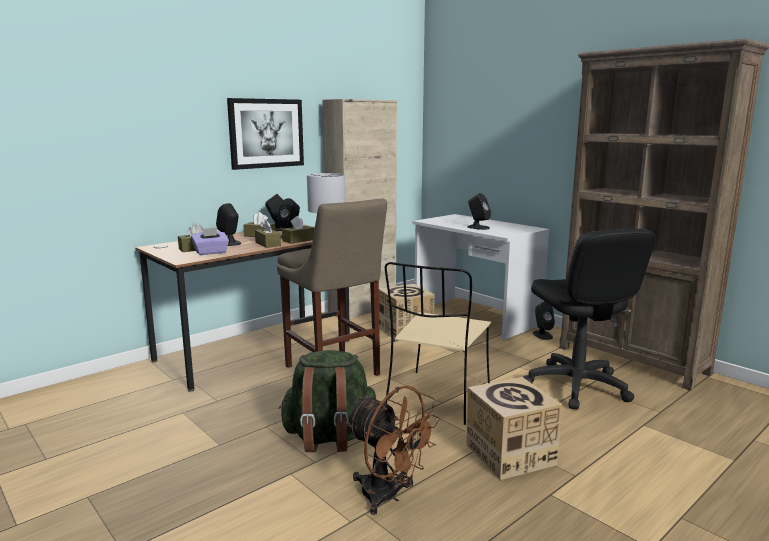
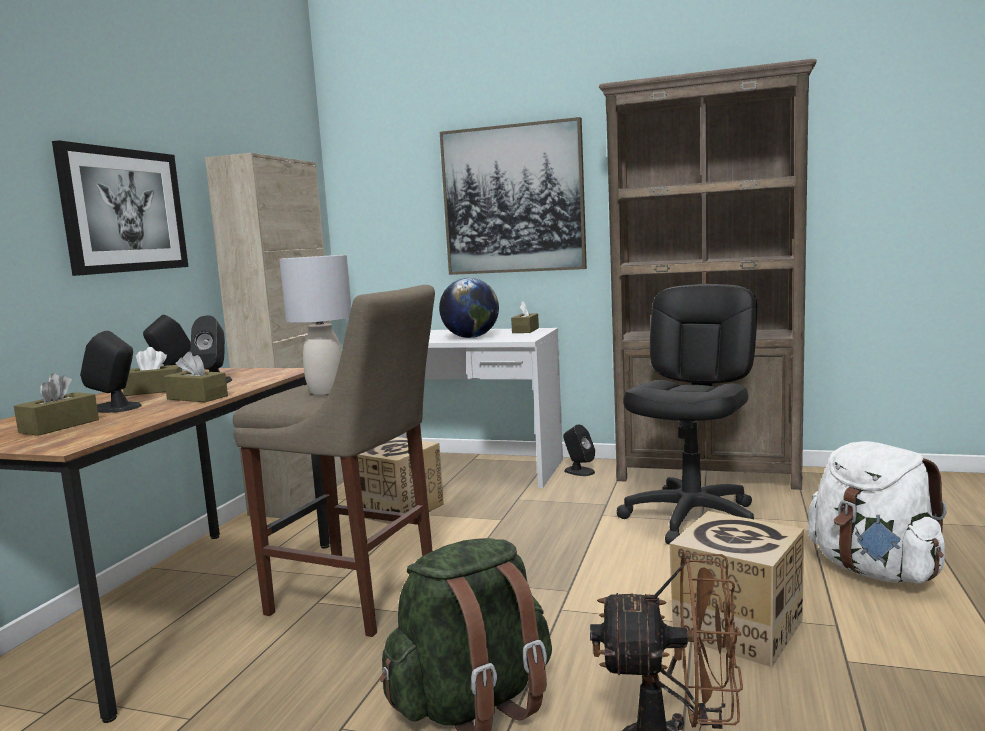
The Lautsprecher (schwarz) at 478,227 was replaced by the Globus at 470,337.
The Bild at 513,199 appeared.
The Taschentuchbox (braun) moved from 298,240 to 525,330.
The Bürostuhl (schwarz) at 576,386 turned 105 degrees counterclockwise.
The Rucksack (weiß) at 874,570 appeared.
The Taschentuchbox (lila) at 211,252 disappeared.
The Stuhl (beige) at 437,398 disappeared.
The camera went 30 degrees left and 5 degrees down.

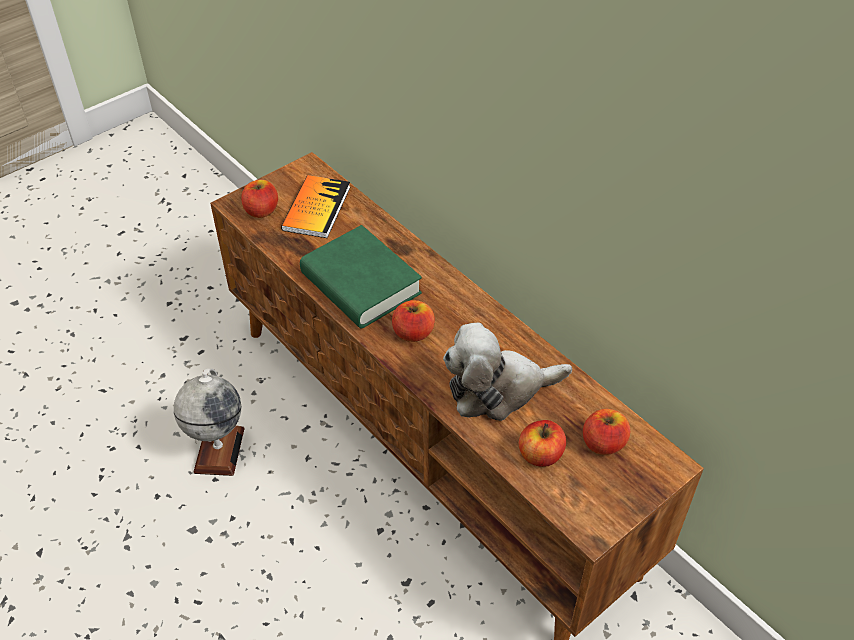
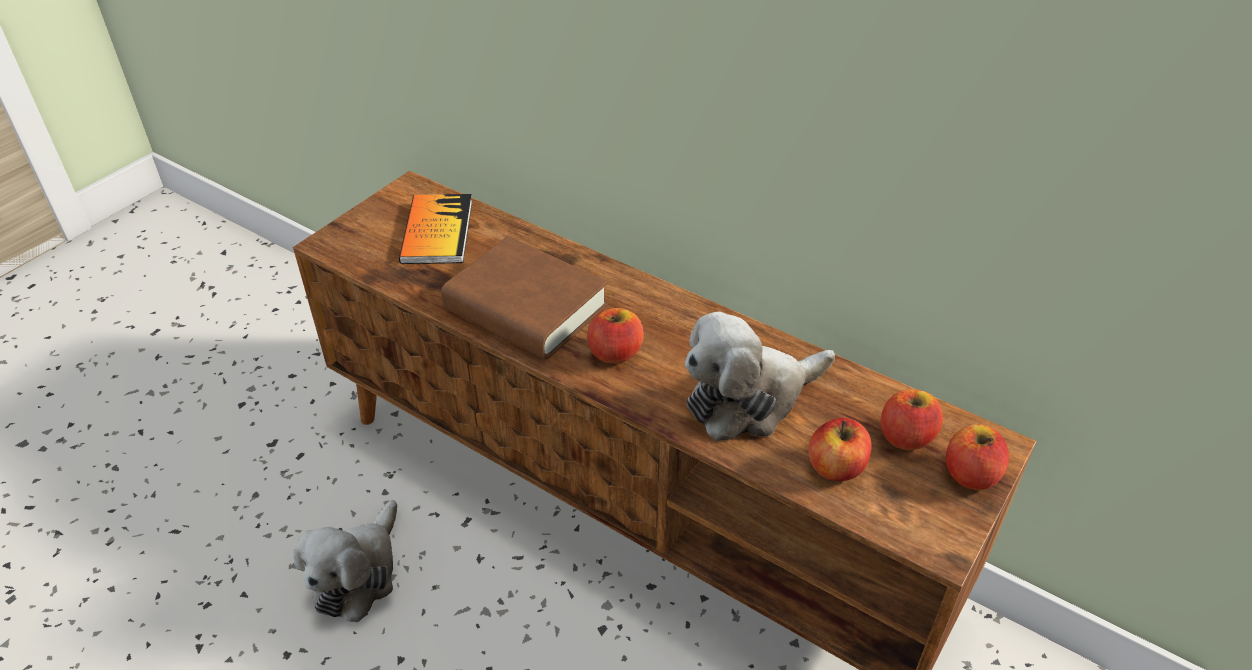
The Globus at 219,449 was replaced by the Plüschtier at 358,573.
The Buch (grün) at 361,284 became the Buch (braun) at 526,308.
The Apfel moved from 261,211 to 970,474.
The camera went 15 degrees left and 5 degrees down.

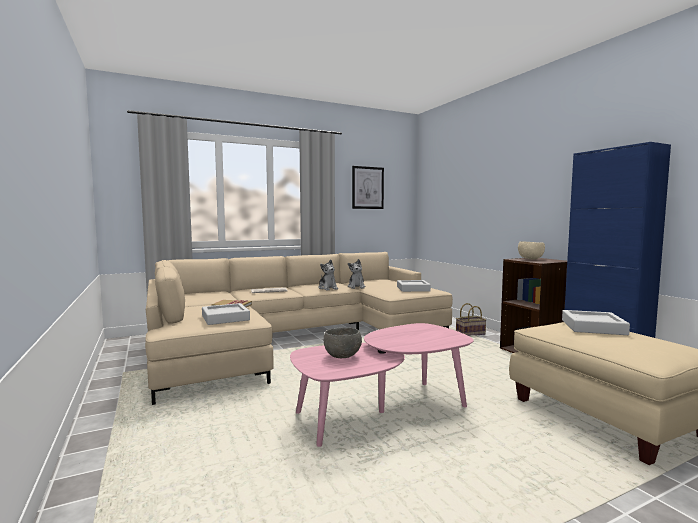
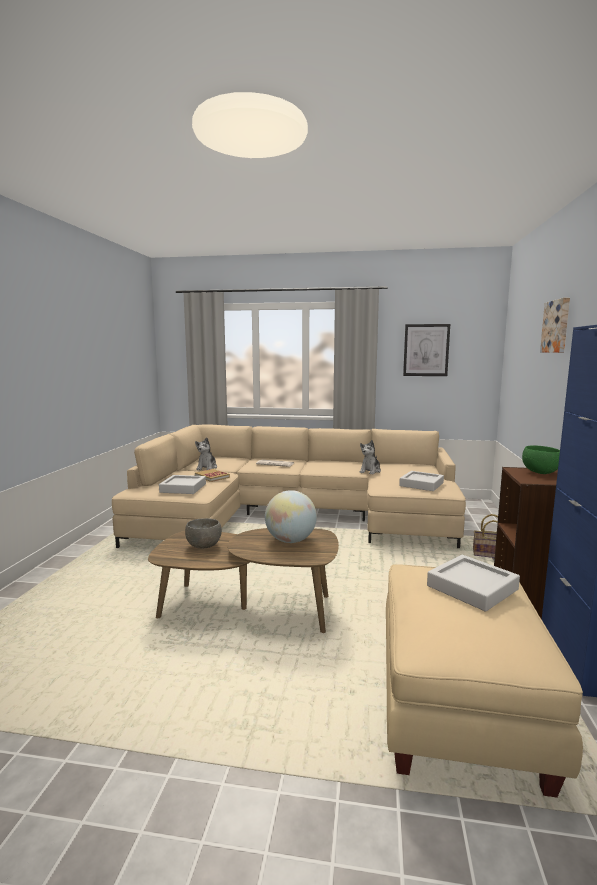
The Couchtisch (rosa) at 382,411 became the Couchtisch (braun) at 247,608.
The Plüschtier moved from 328,288 to 207,468.
The Globus at 290,541 appeared.
The Schüssel (beige) at 531,259 became the Schüssel (grün) at 540,473.
The Bild at 557,326 appeared.
The camera went 35 degrees right and 5 degrees up.

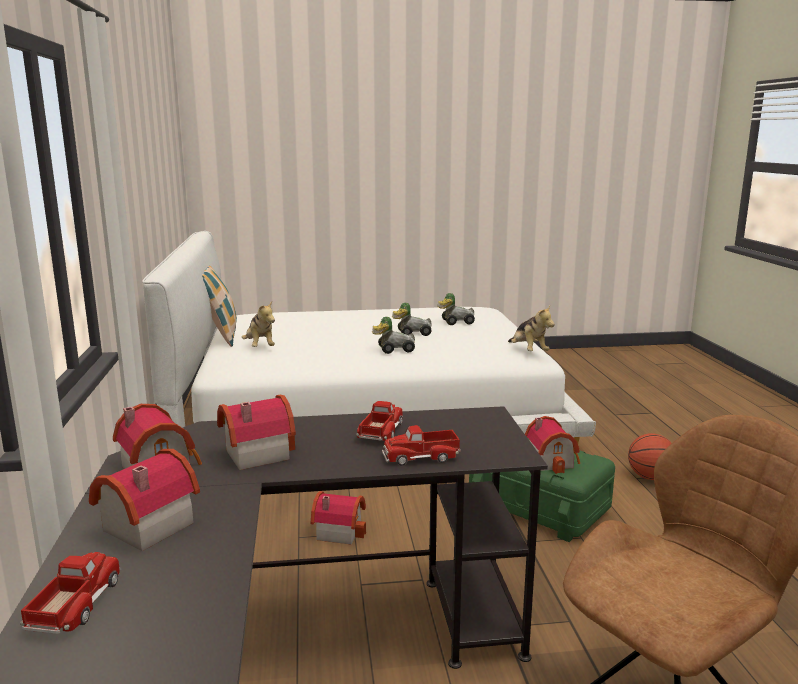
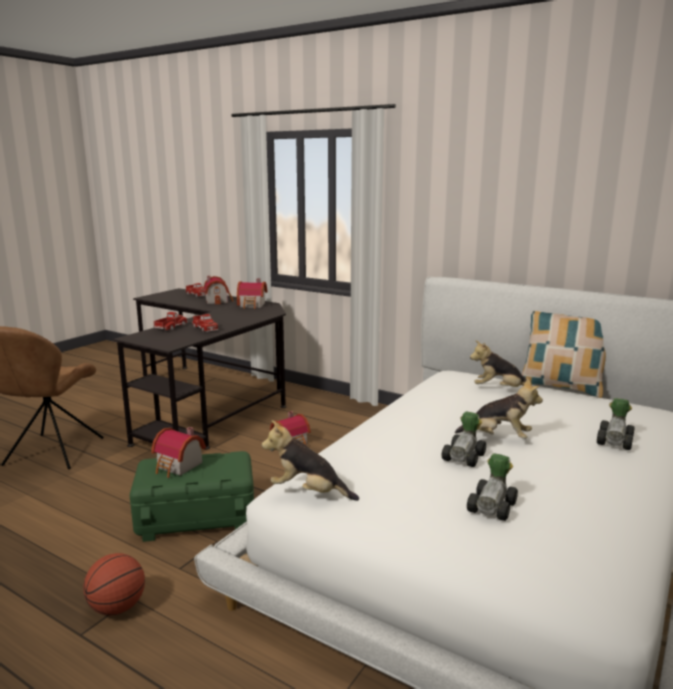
The Plüschtier at 498,437 appeared.
The Spielzeugauto moved from 393,349 to 616,440.
The Spielzeughaus at 254,453 disappeared.
The camera went 130 degrees right and 0 degrees up.

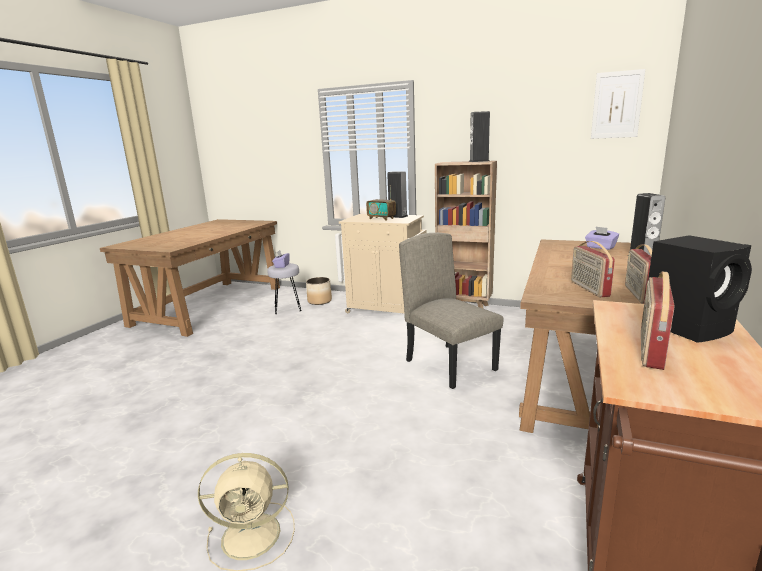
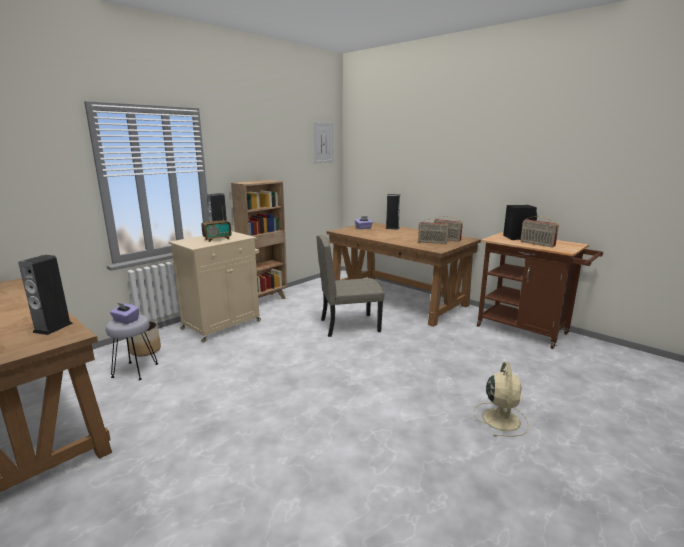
The Lautsprecher moved from 479,161 to 53,327.
The camera went 70 degrees left and 0 degrees up.

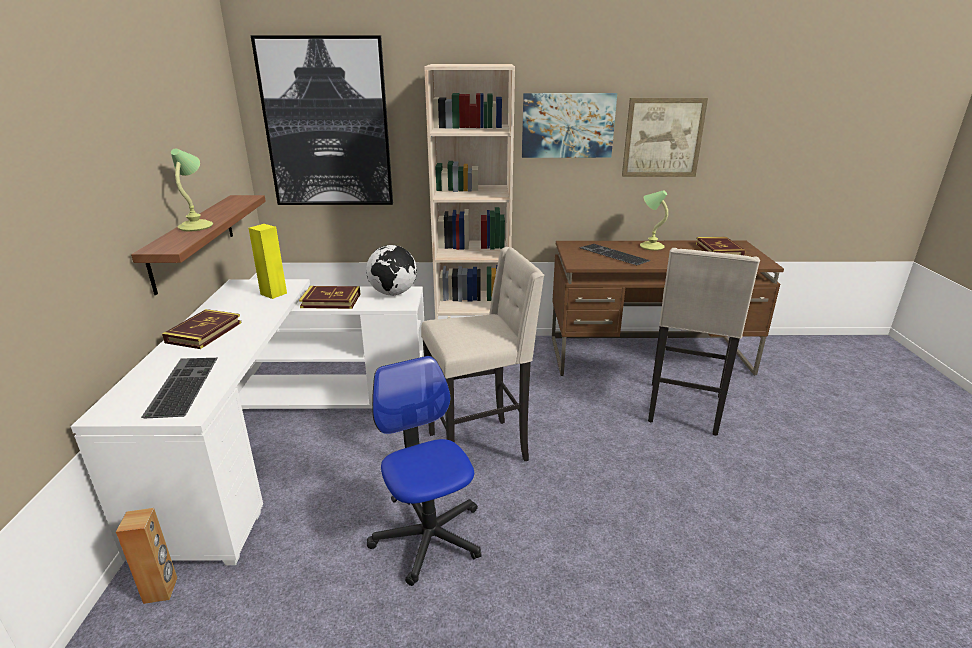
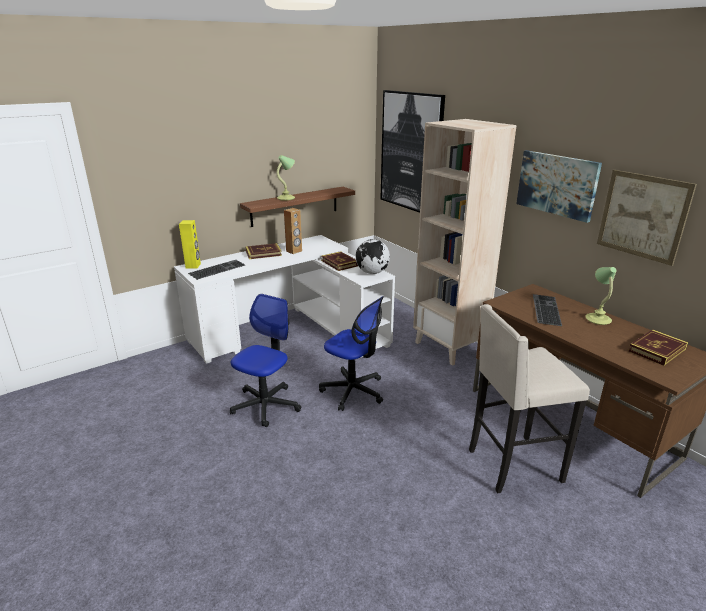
The Lautsprecher (gelb) moved from 274,293 to 193,266.
The Lautsprecher (braun) moved from 161,590 to 294,251.
The Hocker (beige) at 480,447 was replaced by the Bürostuhl at 353,391.
The camera went 55 degrees right and 0 degrees up.

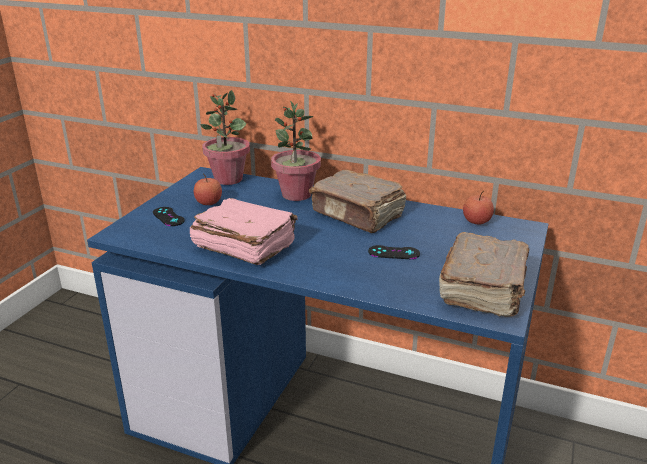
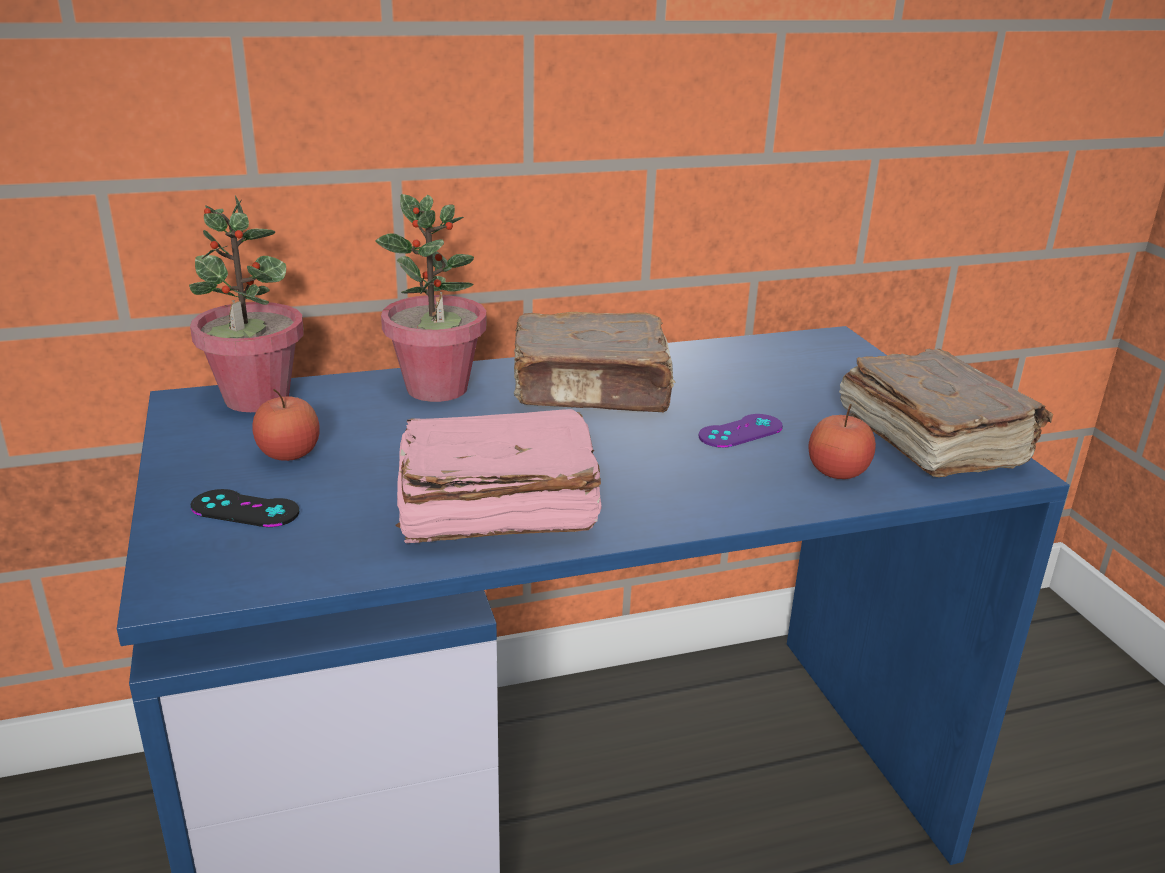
The Gamepad (schwarz) at 394,253 became the Gamepad (lila) at 740,431.
The Apfel moved from 476,221 to 837,472.
The camera went 40 degrees left and 0 degrees up.

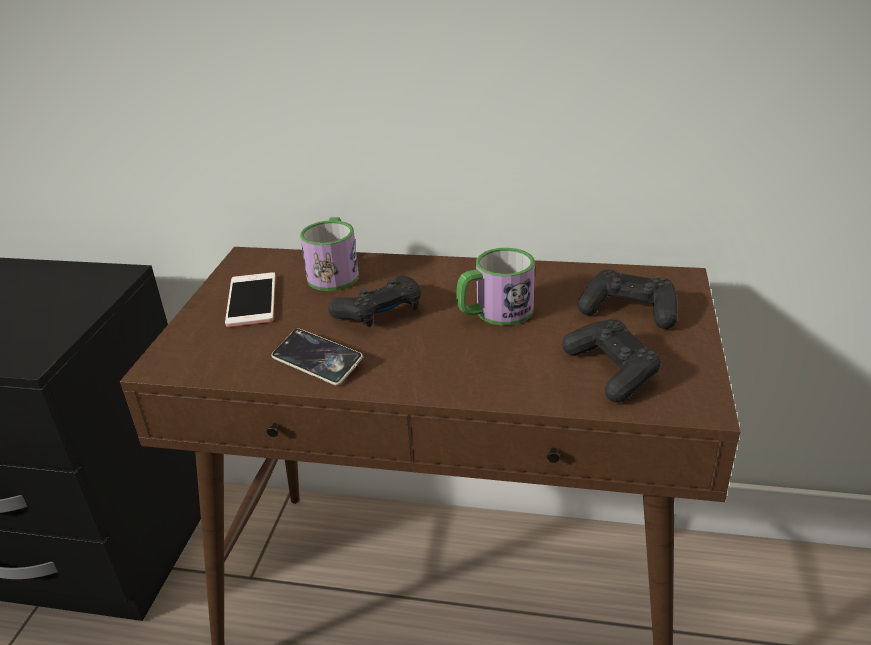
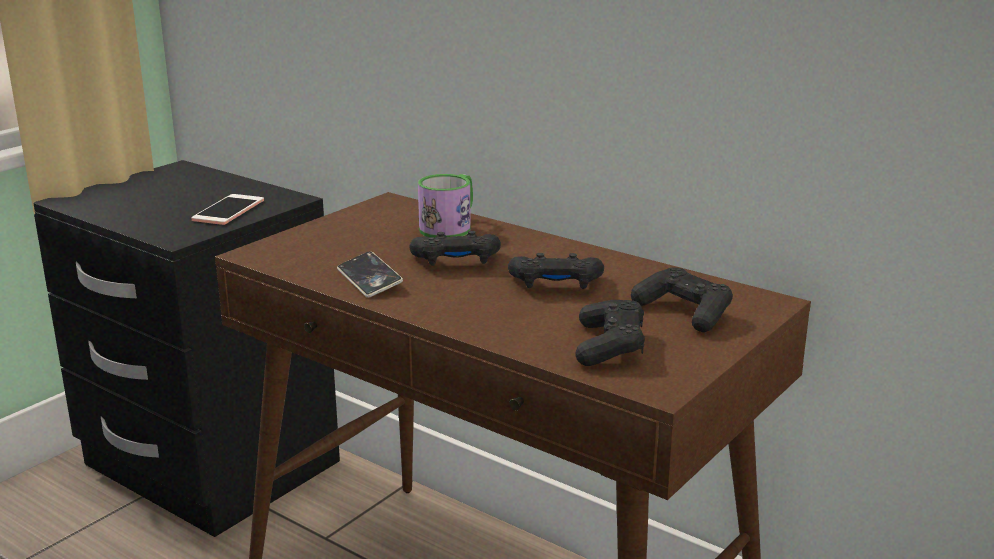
The Handy moved from 252,300 to 228,210.
The Henkelbecher at 495,313 was replaced by the Gamepad (schwarz) at 555,284.
The camera went 25 degrees right and 10 degrees down.

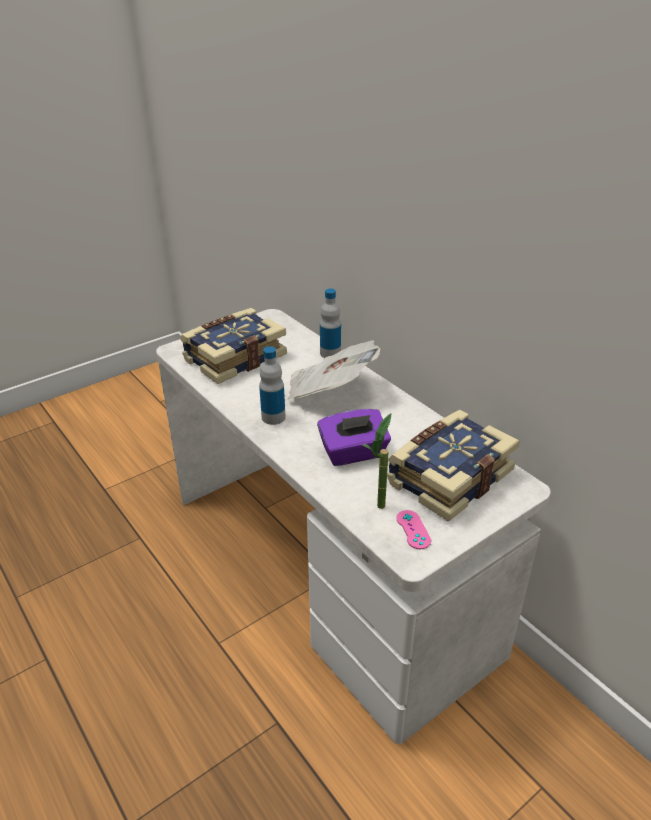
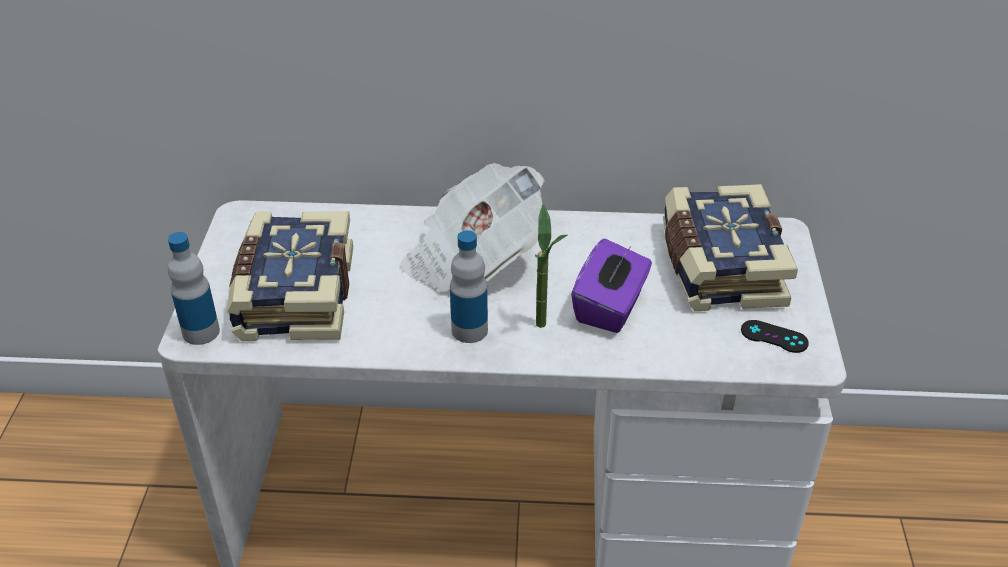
The Flasche moved from 330,353 to 201,332.
The Topfpflanze moved from 377,511 to 545,331.
The Gamepad (rosa) at 413,529 became the Gamepad (schwarz) at 774,337.
The camera went 50 degrees left and 5 degrees up.

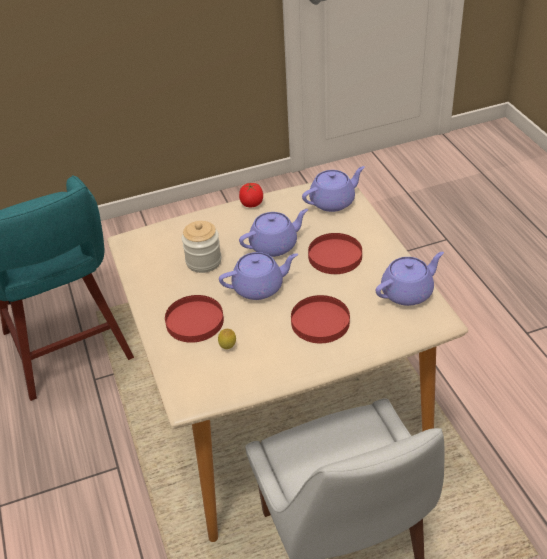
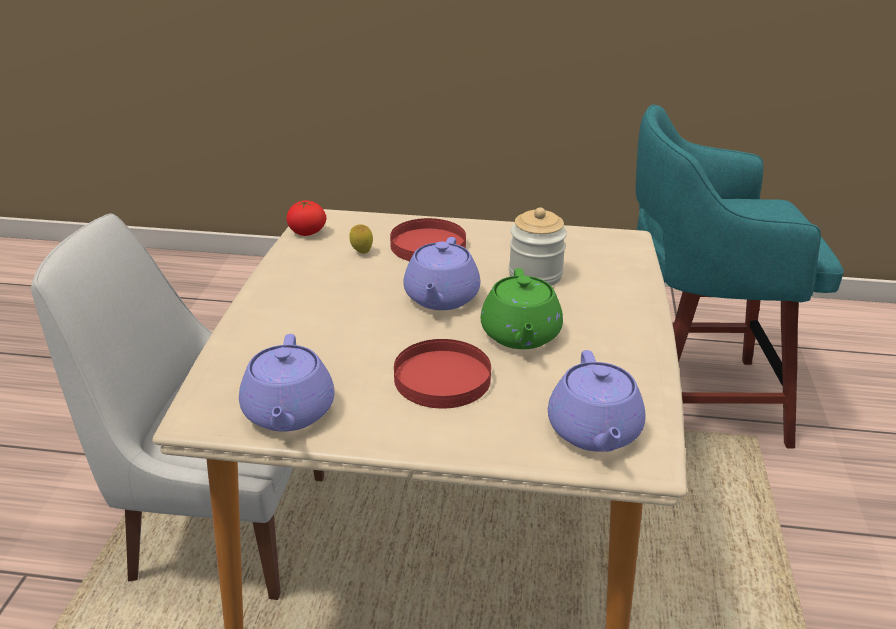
The Tomate moved from 251,203 to 307,232.
The Teekanne (lila) at 274,245 became the Teekanne (grün) at 520,335.
The Teller (rot) at 320,321 disappeared.
The camera went 115 degrees right and 10 degrees down.

